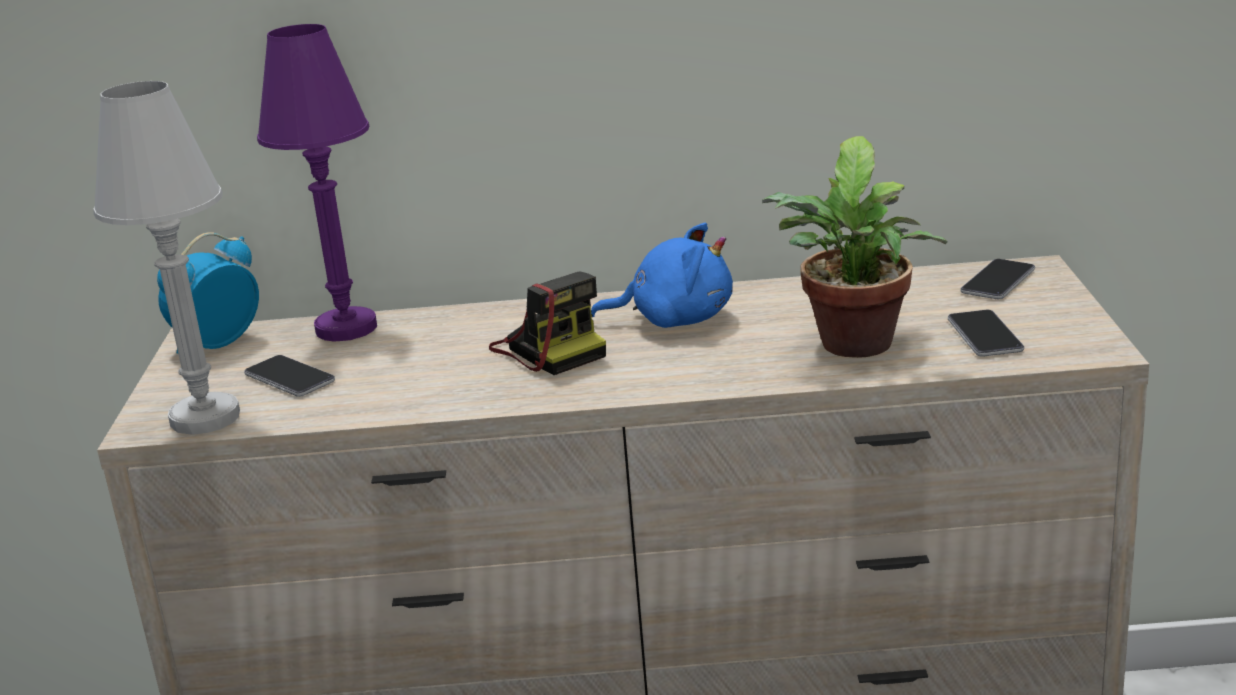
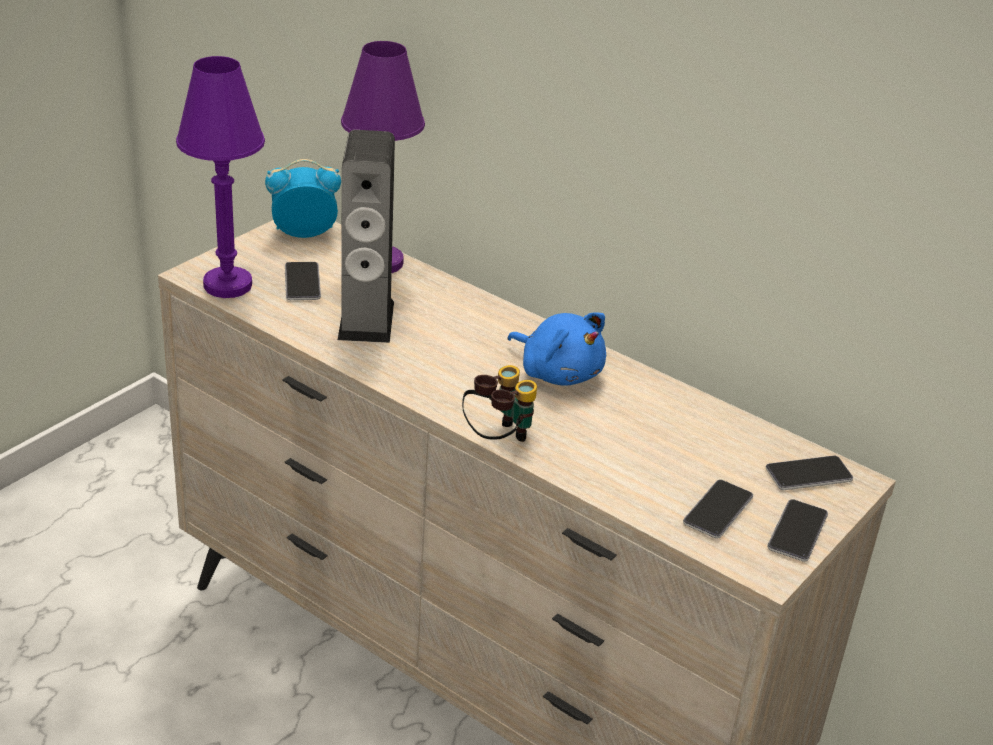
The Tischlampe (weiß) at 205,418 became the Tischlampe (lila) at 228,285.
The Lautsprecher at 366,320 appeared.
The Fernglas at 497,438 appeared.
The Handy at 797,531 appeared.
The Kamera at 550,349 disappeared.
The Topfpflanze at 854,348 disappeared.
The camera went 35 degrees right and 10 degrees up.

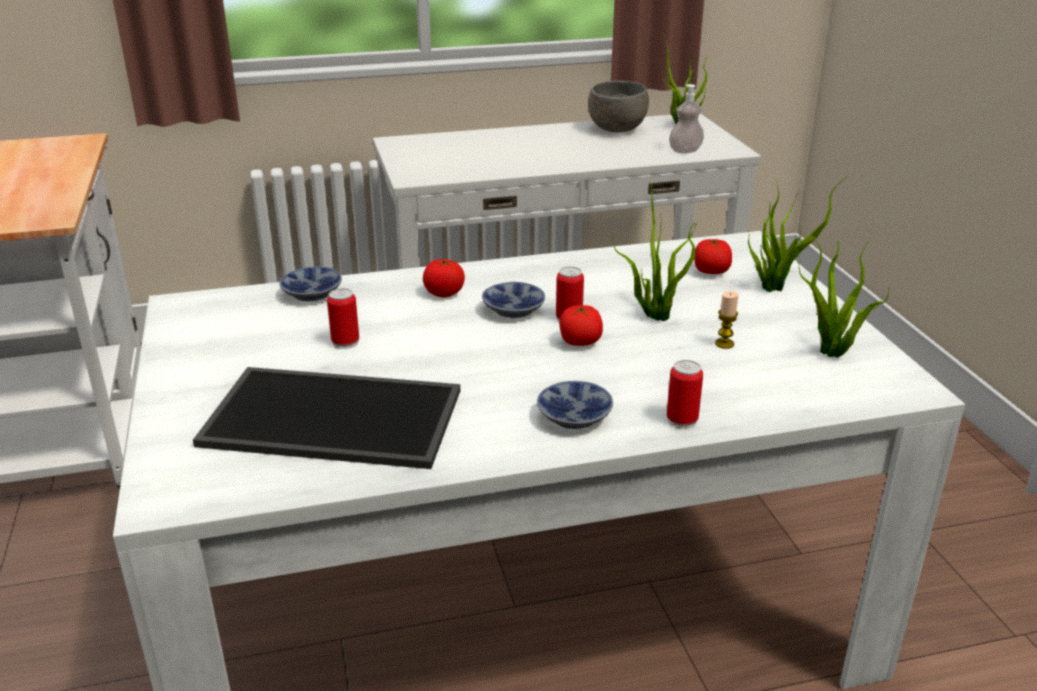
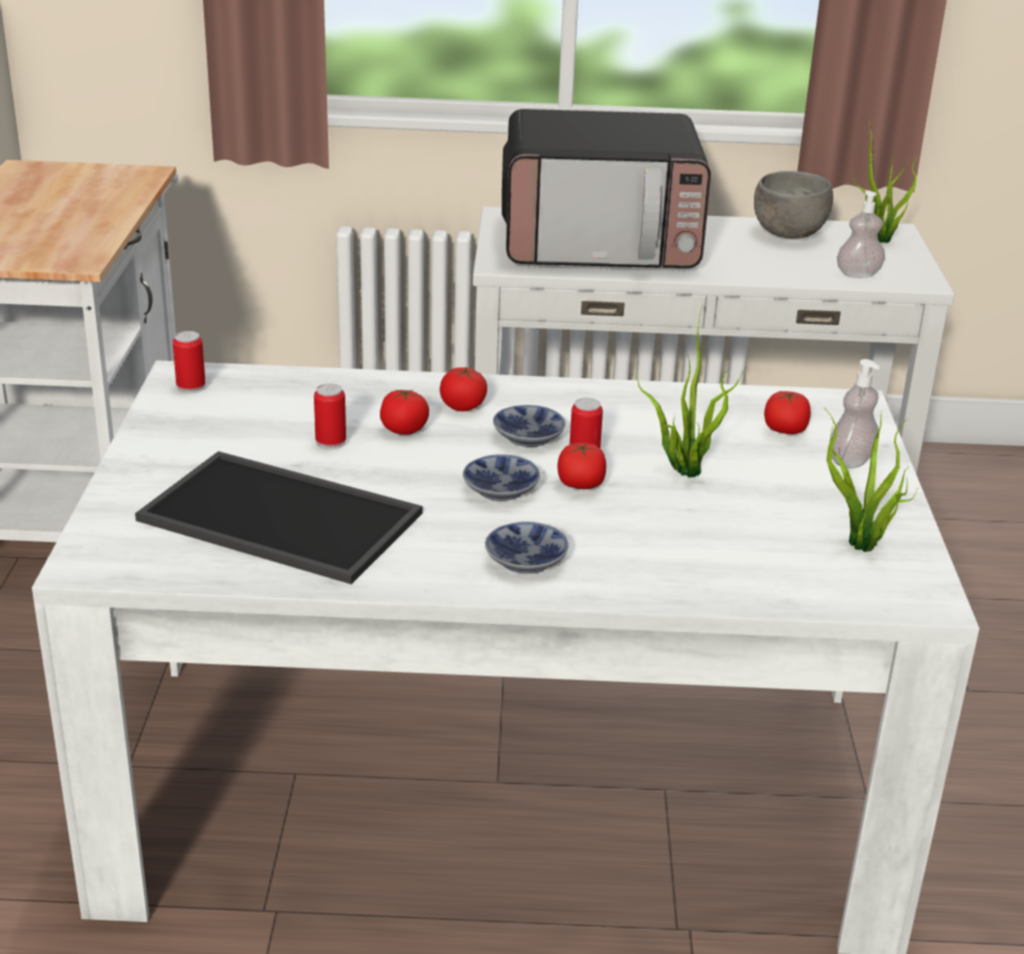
The Dose moved from 682,420 to 191,387.
The Tomate at 404,429 appeared.
The Schüssel moved from 312,292 to 501,488.
The Mikrowelle at 601,243 appeared.
The Topfpflanze at 775,287 was replaced by the Seifenspender at 850,461.
The Kerze at 724,344 disappeared.
The camera went 15 degrees right and 0 degrees up.

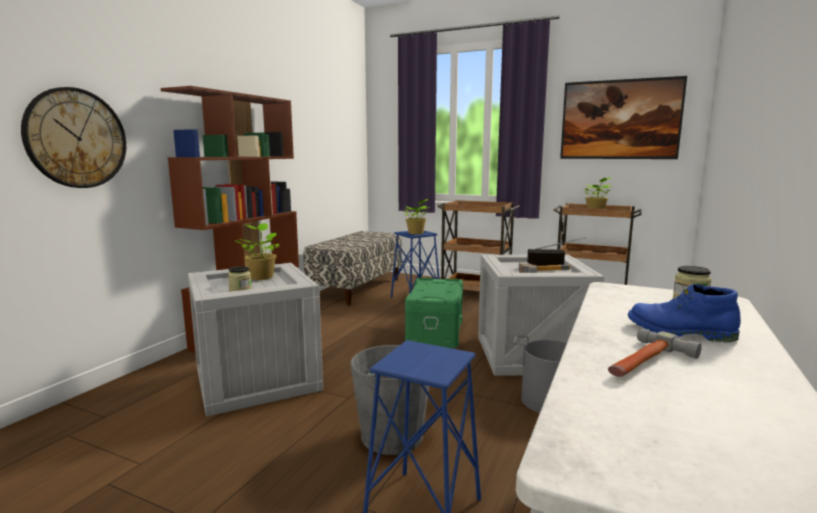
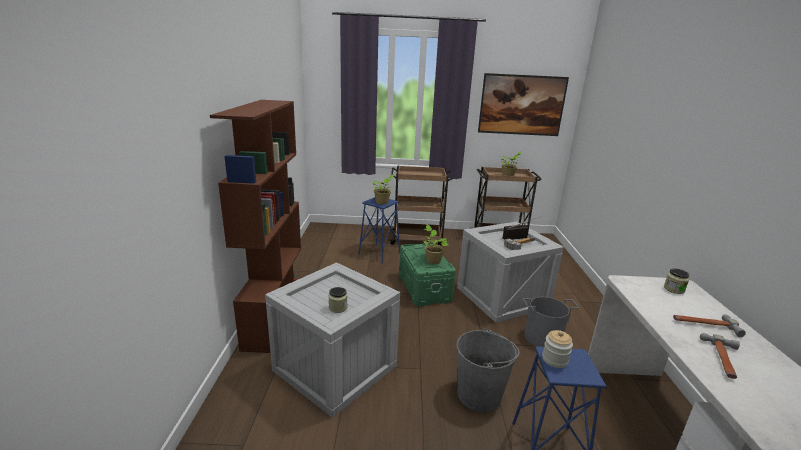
The Topfpflanze moved from 262,277 to 432,260.
The Vorratsglas at 554,360 appeared.
The Stiefel (blau) at 679,332 was replaced by the Hammer at 704,325.
The Wanduhr at 76,138 disappeared.
The Bank at 356,288 disappeared.
The camera went 25 degrees left and 10 degrees up.

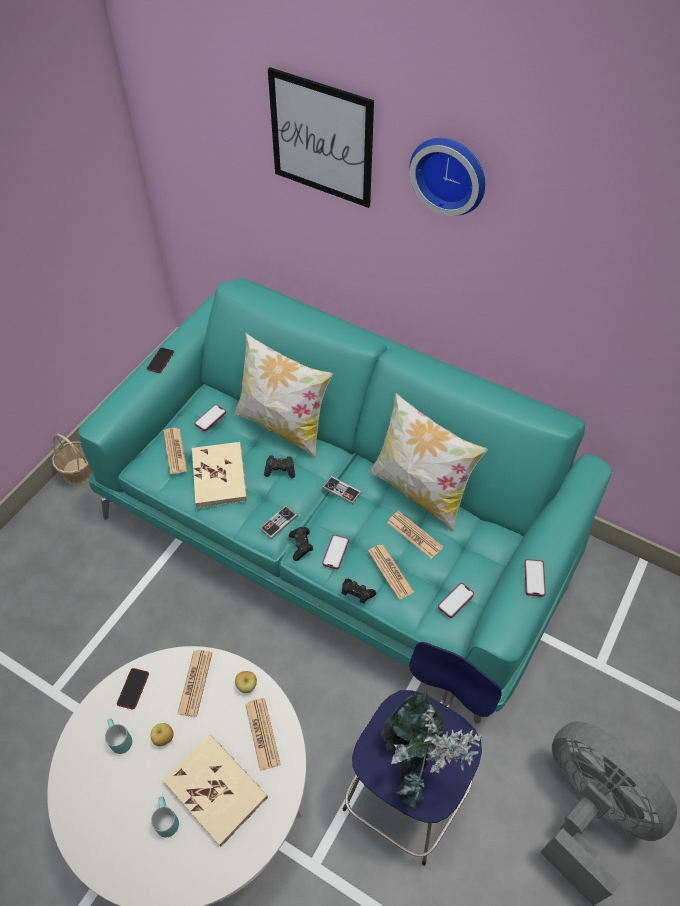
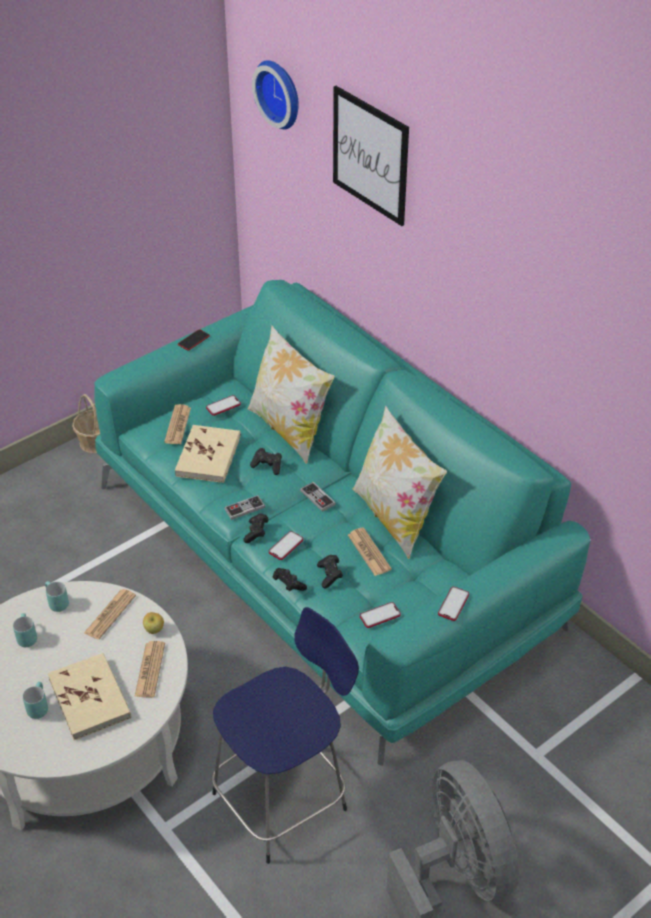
The Handy at 133,689 was replaced by the Henkelbecher (türkis) at 55,603.
The Wanduhr moved from 450,173 to 280,93.
The Zeitung at 390,571 was replaced by the Gamepad (schwarz) at 329,575.
The Apfel at 164,738 disappeared.
The Topfpflanze at 417,764 disappeared.
The camera went 20 degrees right and 10 degrees down.

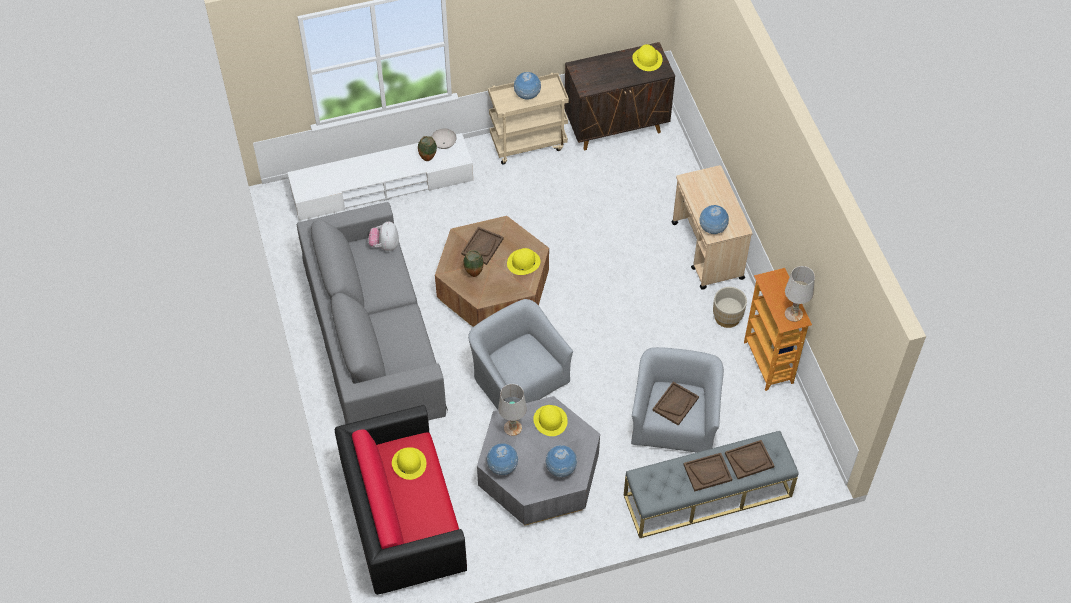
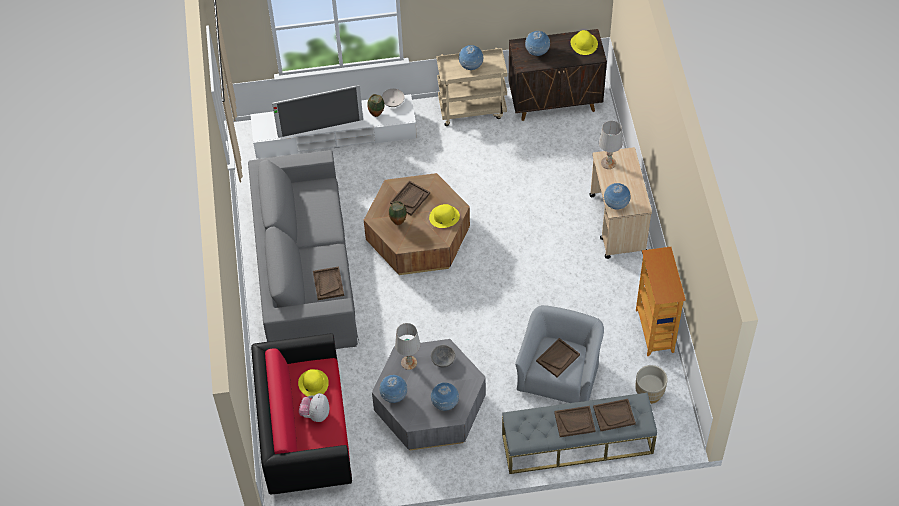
The Fernseher at 320,128 appeared.
The Plüschtier moved from 385,245 to 315,414.
The Tablett (braun) at 328,284 appeared.
The Hut (gelb) at 550,420 was replaced by the Schüssel (grau) at 443,360.
The Globus at 537,52 appeared.
The Tischlampe (weiß) moved from 793,314 to 608,163.
The Pflanzkübel (beige) moved from 727,317 to 649,393.
The Sessel (grau) at 518,378 disappeared.
The camera went 10 degrees right and 0 degrees up.

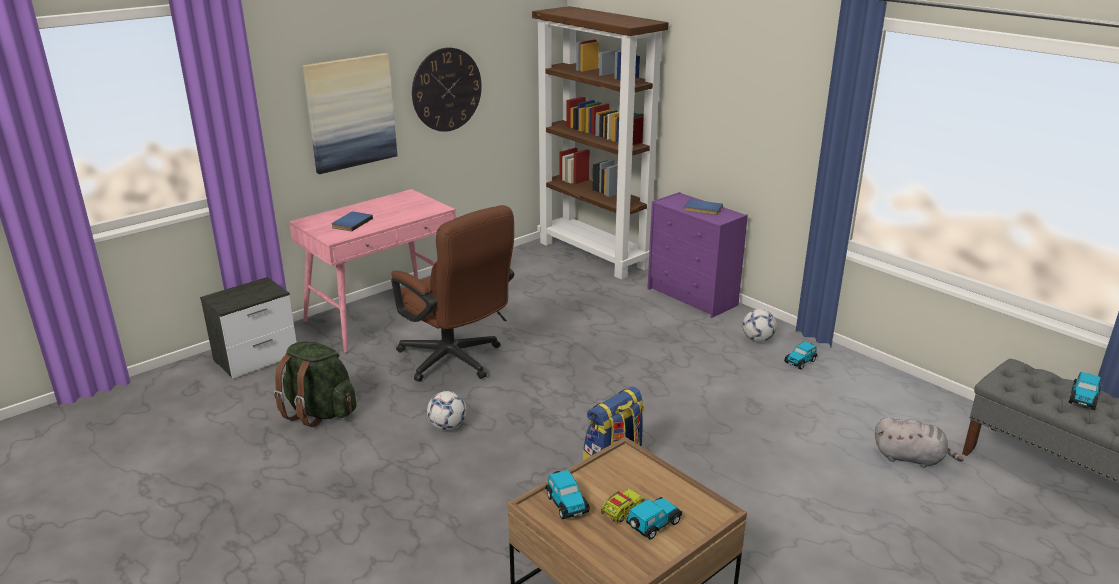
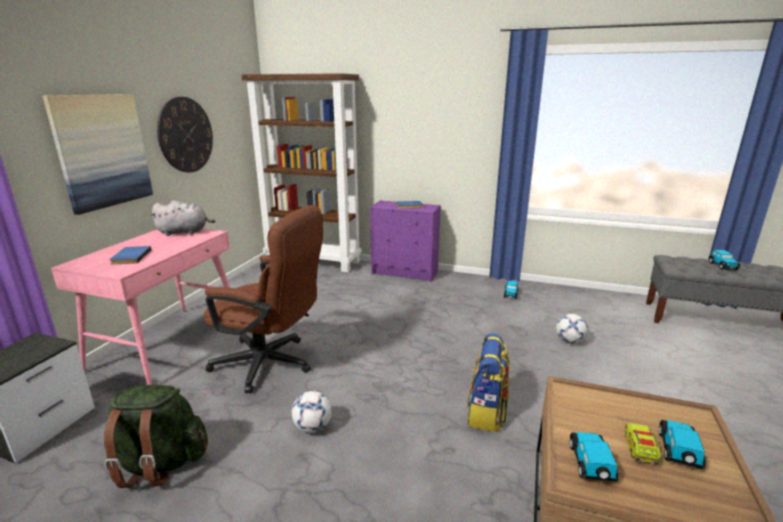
The Plüschtier (grau) moved from 911,458 to 185,232.
The Fußball moved from 757,339 to 569,341.
The Spielzeugauto at 567,503 turned 120 degrees counterclockwise.
The camera went 30 degrees left and 5 degrees down.

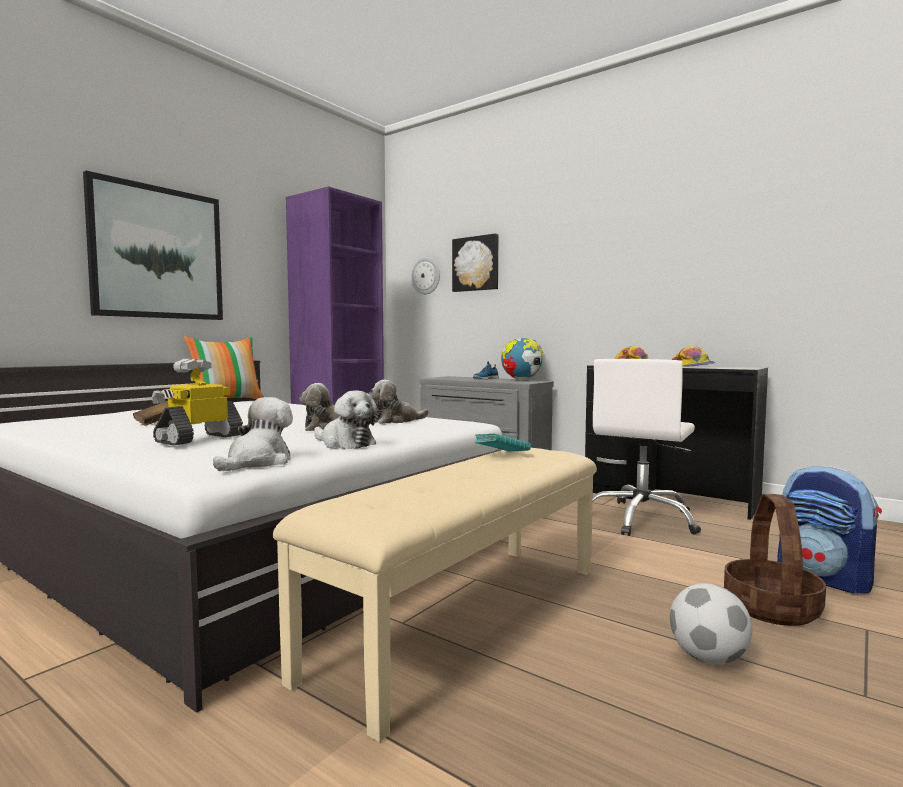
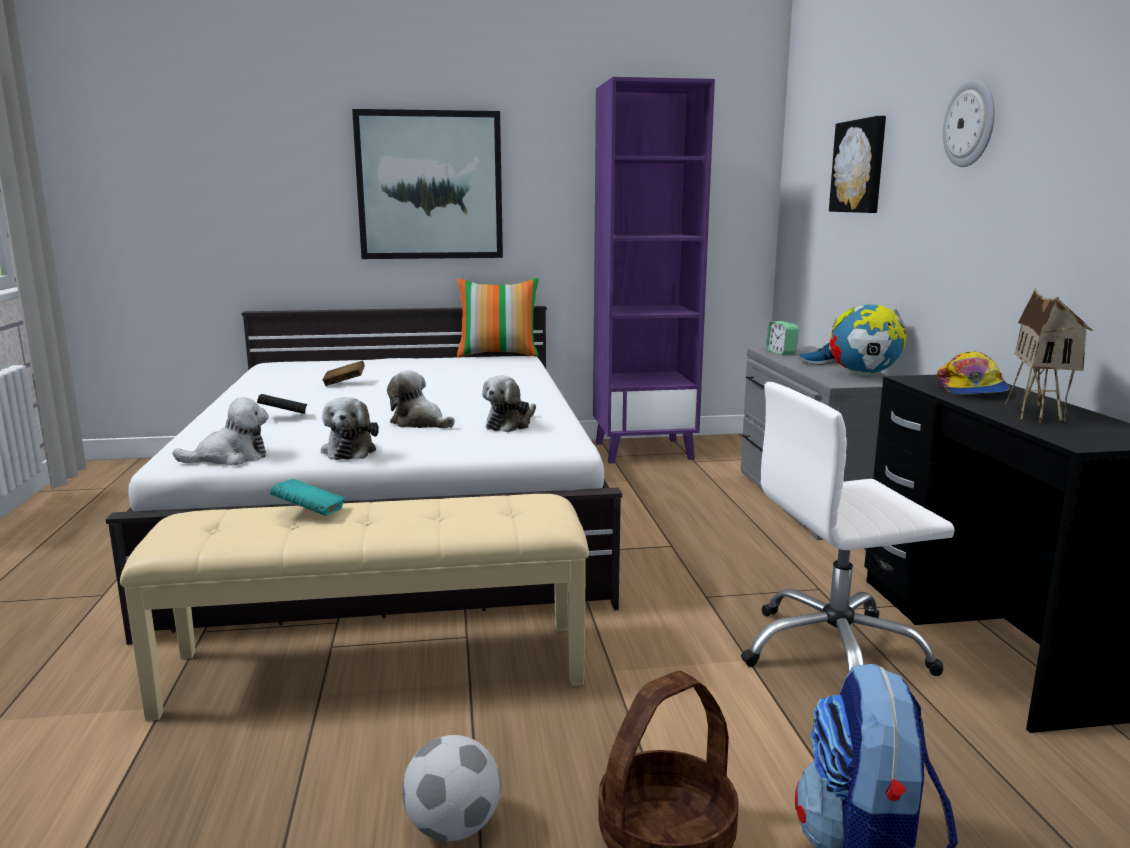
The Spielzeugroboter at 199,439 was replaced by the Buch (schwarz) at 283,416.
The Buch (türkis) moved from 502,455 to 309,513.
The Plüschtier at 396,421 turned 75 degrees counterclockwise.
The Wecker at 781,352 appeared.
The Wanduhr moved from 426,276 to 970,124.
The Kappe at 693,366 was replaced by the Spielzeughaus at 1038,414.
The camera went 45 degrees right and 10 degrees up.

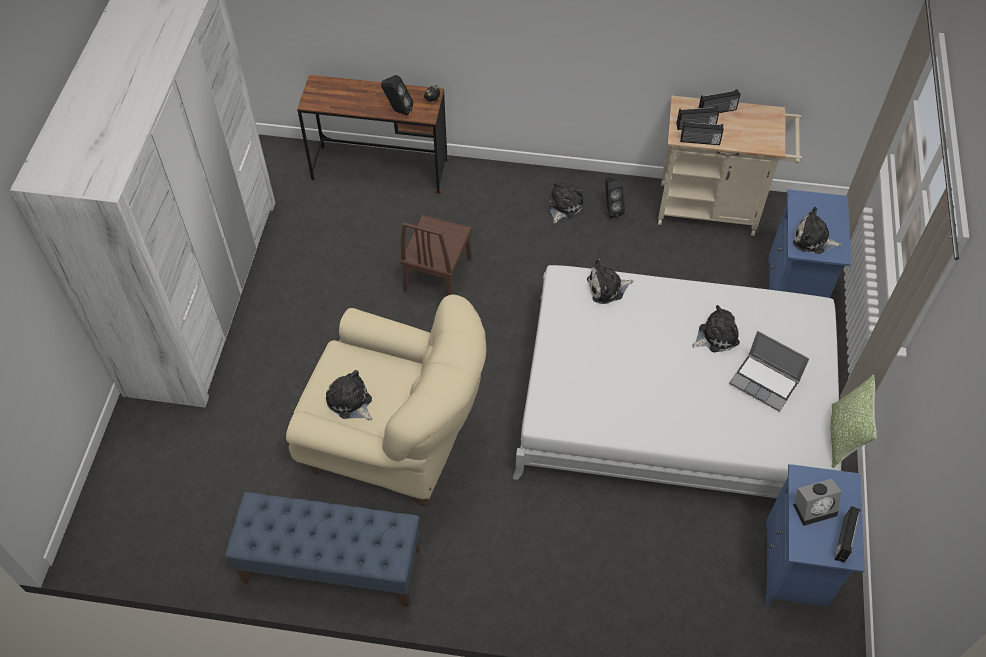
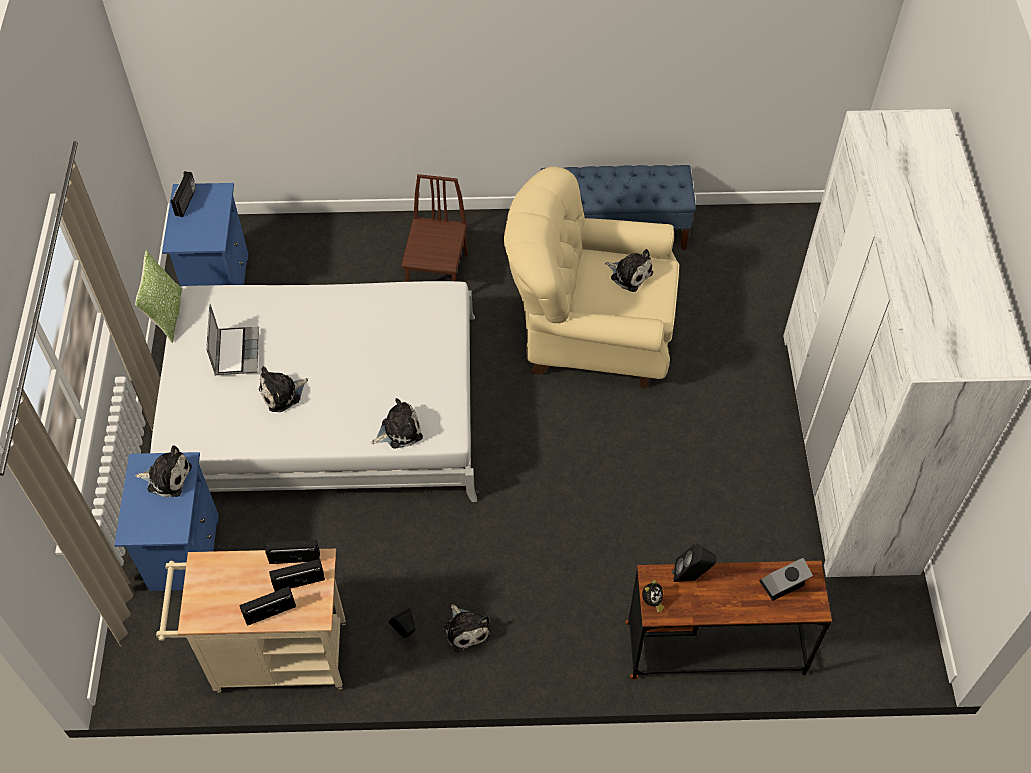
The Laptop at 765,383 turned 60 degrees clockwise.
The Stuhl (braun) moved from 437,274 to 437,275.
The Plüschtier at 563,206 turned 45 degrees counterclockwise.
The Wecker moved from 815,507 to 781,585.
The camera went 170 degrees right and 0 degrees up.

